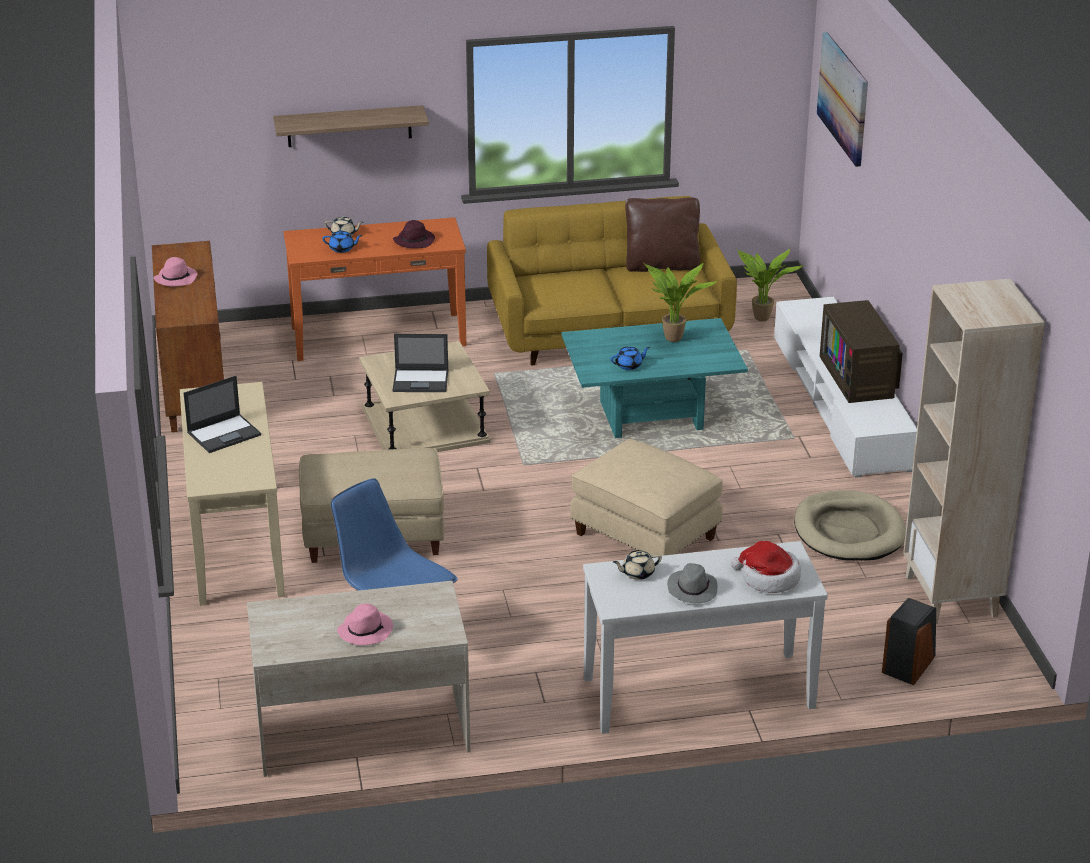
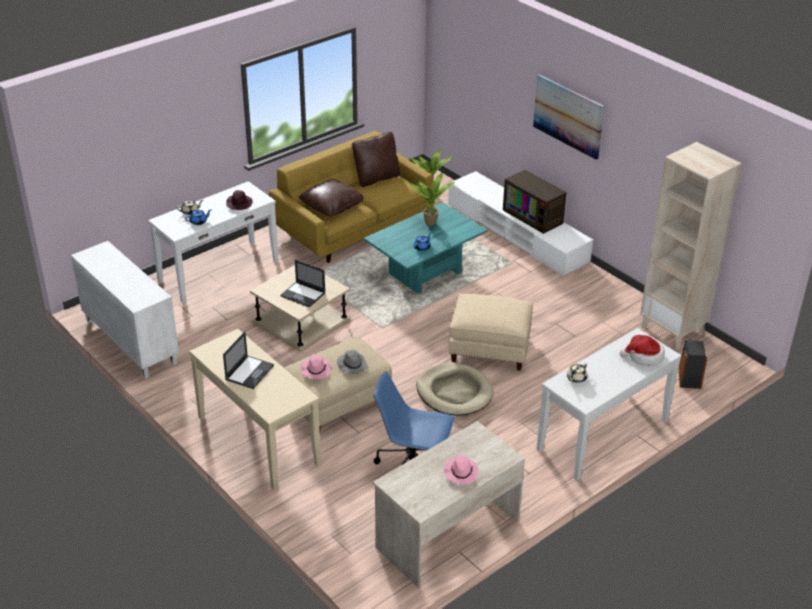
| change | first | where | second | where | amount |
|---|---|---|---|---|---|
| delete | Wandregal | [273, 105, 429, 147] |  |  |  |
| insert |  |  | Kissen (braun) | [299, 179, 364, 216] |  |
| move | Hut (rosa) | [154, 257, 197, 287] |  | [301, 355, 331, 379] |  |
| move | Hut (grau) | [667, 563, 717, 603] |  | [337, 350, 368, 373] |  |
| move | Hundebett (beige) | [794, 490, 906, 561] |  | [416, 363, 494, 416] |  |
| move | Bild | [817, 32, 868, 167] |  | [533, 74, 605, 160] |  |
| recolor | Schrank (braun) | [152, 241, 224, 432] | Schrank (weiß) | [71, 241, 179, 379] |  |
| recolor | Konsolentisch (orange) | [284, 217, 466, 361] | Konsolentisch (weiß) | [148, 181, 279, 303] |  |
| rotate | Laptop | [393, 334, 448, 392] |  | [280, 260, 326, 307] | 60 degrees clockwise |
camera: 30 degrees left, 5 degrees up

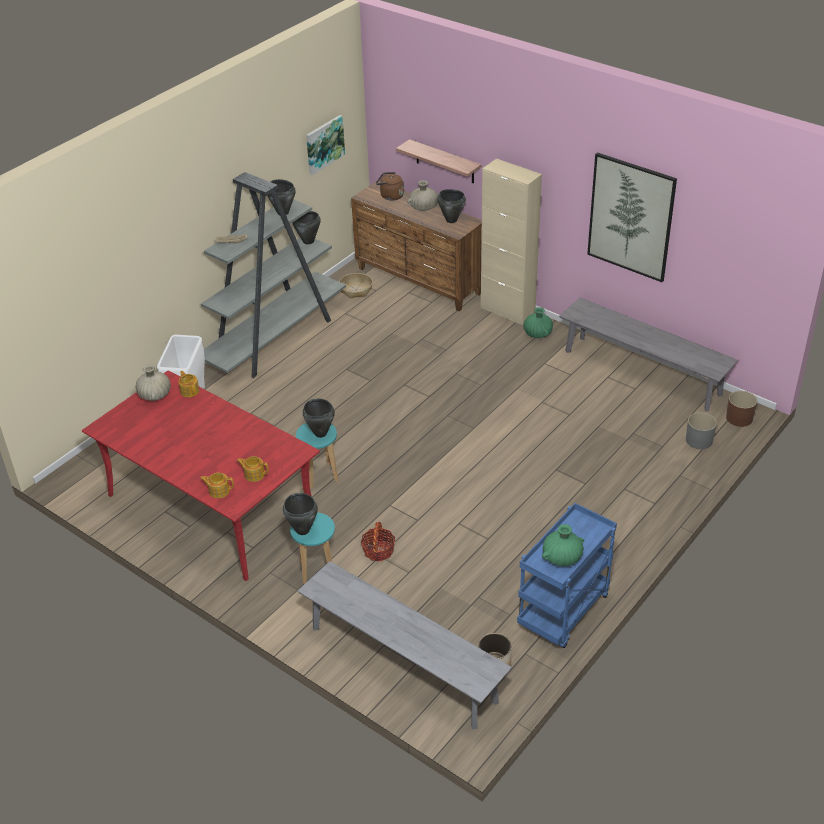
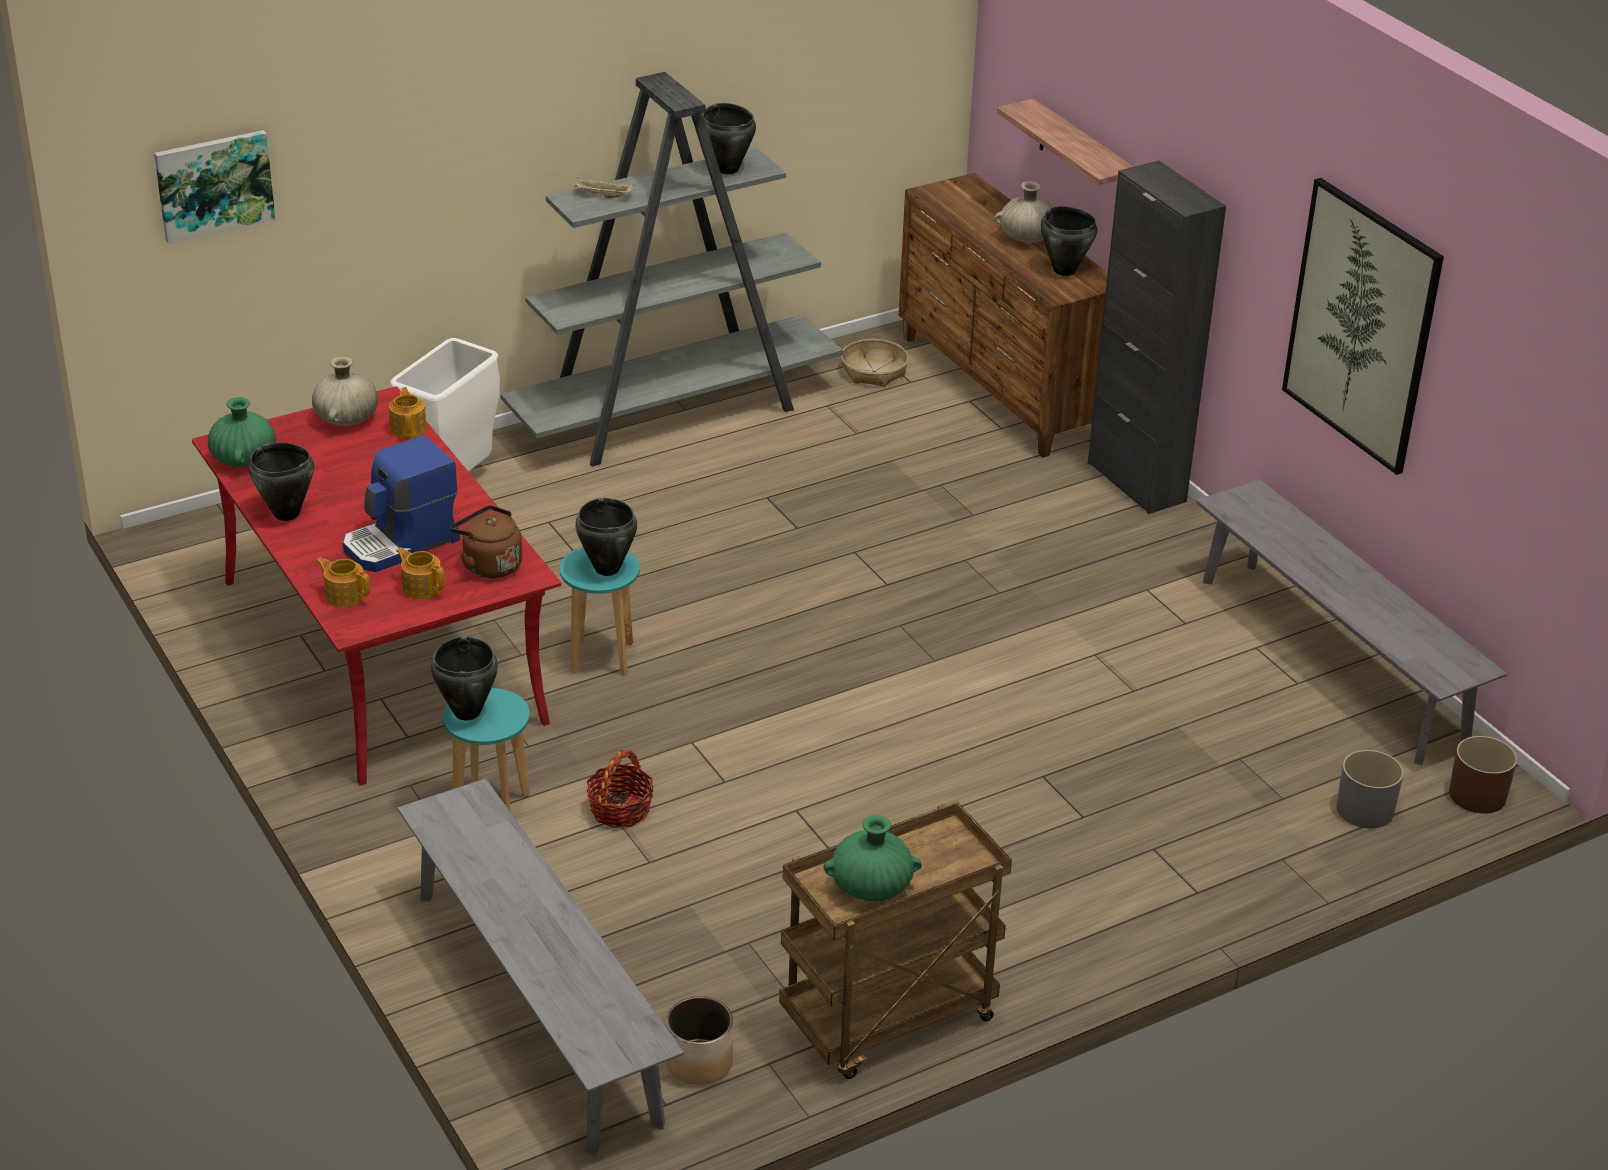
| change | first | where | second | where | amount |
|---|---|---|---|---|---|
| insert |  |  | Kaffeemaschine | [343, 435, 460, 572] |  |
| move | Kochtopf (schwarz) | [292, 211, 321, 244] |  | [248, 442, 314, 521] |  |
| move | Bild | [306, 115, 345, 175] |  | [154, 130, 276, 244] |  |
| move | Wasserkessel (braun) | [376, 172, 404, 201] |  | [450, 505, 522, 579] |  |
| move | Vase (grün) | [523, 307, 553, 338] |  | [208, 397, 276, 467] |  |
| recolor | Schrank (beige) | [481, 158, 542, 326] | Schrank (schwarz) | [1088, 161, 1226, 514] |  |
| recolor | Rollwagen (blau) | [517, 503, 617, 648] | Rollwagen (braun) | [779, 802, 1012, 1079] |  |
camera: 20 degrees right, 5 degrees down

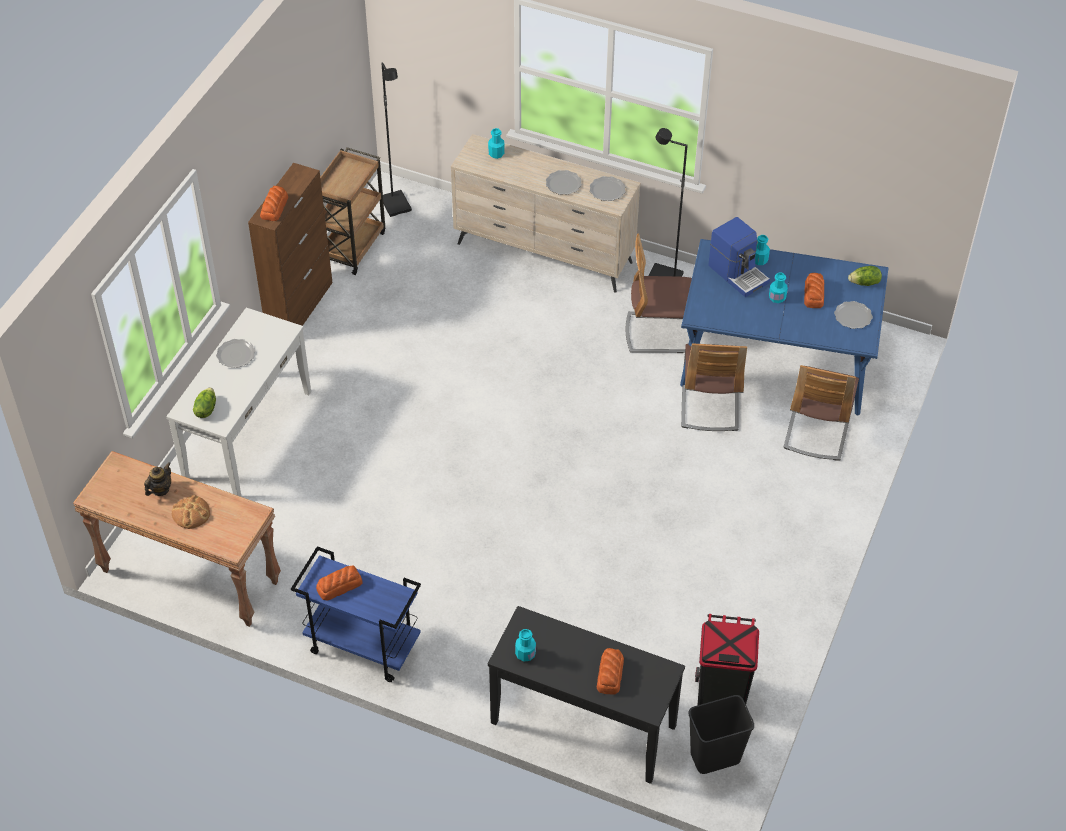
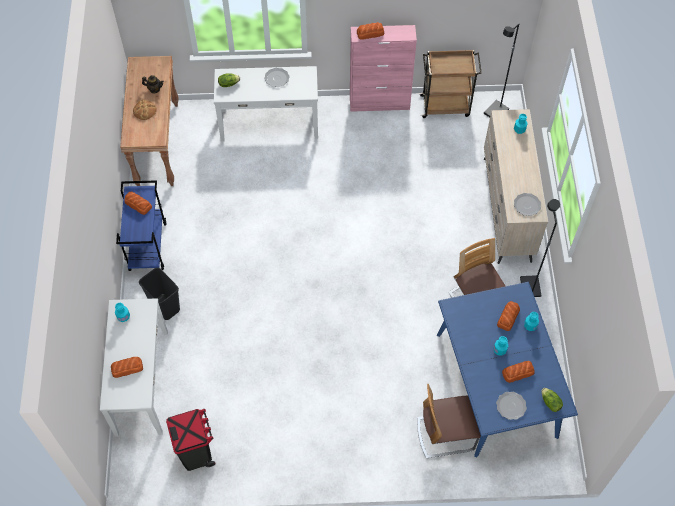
| change | first | where | second | where | amount |
|---|---|---|---|---|---|
| delete | Teller | [546, 170, 582, 195] |  |  |  |
| delete | Stuhl | [681, 343, 747, 431] |  |  |  |
| move | Mülleimer (schwarz) | [688, 695, 754, 774] |  | [139, 267, 180, 320] |  |
| replace | Kaffeemaschine | [708, 217, 770, 297] | Brot | [497, 301, 520, 331] |  |
| recolor | Schrank (braun) | [248, 163, 333, 326] | Schrank (rosa) | [350, 25, 417, 112] |  |
| recolor | Konsolentisch (schwarz) | [488, 606, 685, 784] | Konsolentisch (weiß) | [100, 298, 168, 436] |  |
camera: 65 degrees right, 10 degrees up

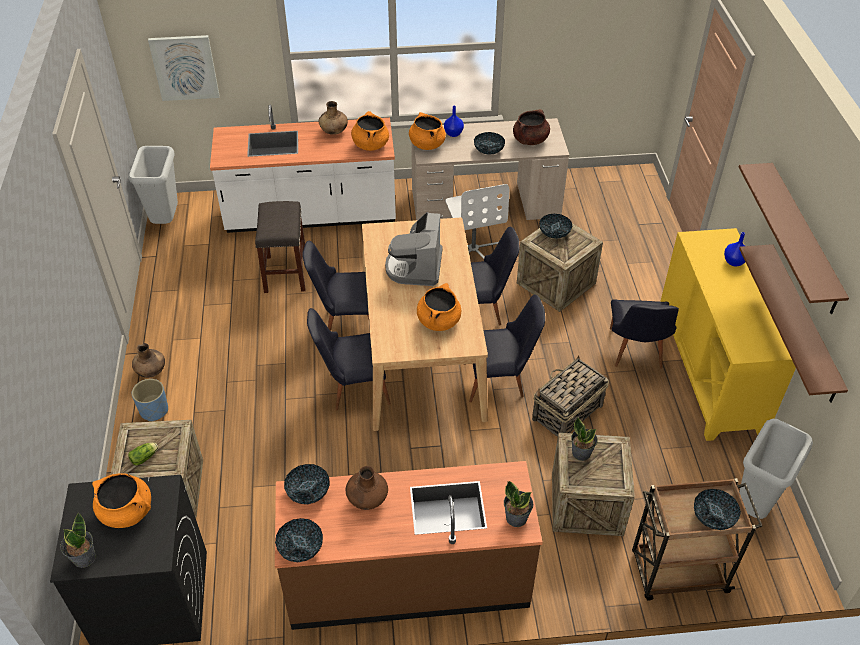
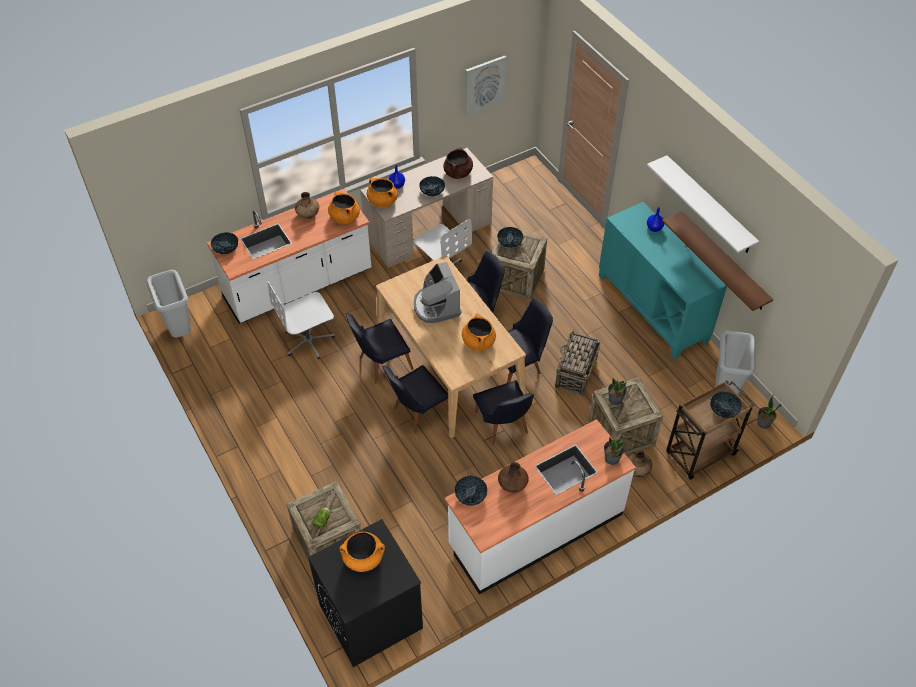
| change | first | where | second | where | amount |
|---|---|---|---|---|---|
| delete | Pflanzkübel (blau) | [132, 379, 168, 422] |  |  |  |
| move | Topfpflanze | [60, 512, 96, 568] |  | [757, 395, 782, 429] |  |
| move | Vase (braun) | [132, 343, 165, 378] |  | [628, 450, 652, 477] |  |
| move | Bild | [148, 35, 220, 101] |  | [465, 55, 507, 115] |  |
| move | Schüssel | [275, 518, 323, 562] |  | [211, 232, 238, 254] |  |
| move | Stuhl (schwarz) | [610, 299, 679, 369] |  | [473, 380, 534, 445] |  |
| replace | Hocker (grau) | [255, 201, 305, 293] | Bürostuhl (weiß) | [267, 280, 335, 359] |  |
| recolor | Küchenzeile (braun) | [275, 461, 542, 630] | Küchenzeile (weiß) | [445, 419, 636, 595] |  |
| recolor | Schrank (gelb) | [661, 228, 796, 441] | Schrank (türkis) | [599, 202, 727, 359] |  |
| recolor | Wandregal (braun) | [739, 163, 849, 314] | Wandregal (weiß) | [647, 155, 759, 253] |  |
camera: 25 degrees left, 5 degrees up

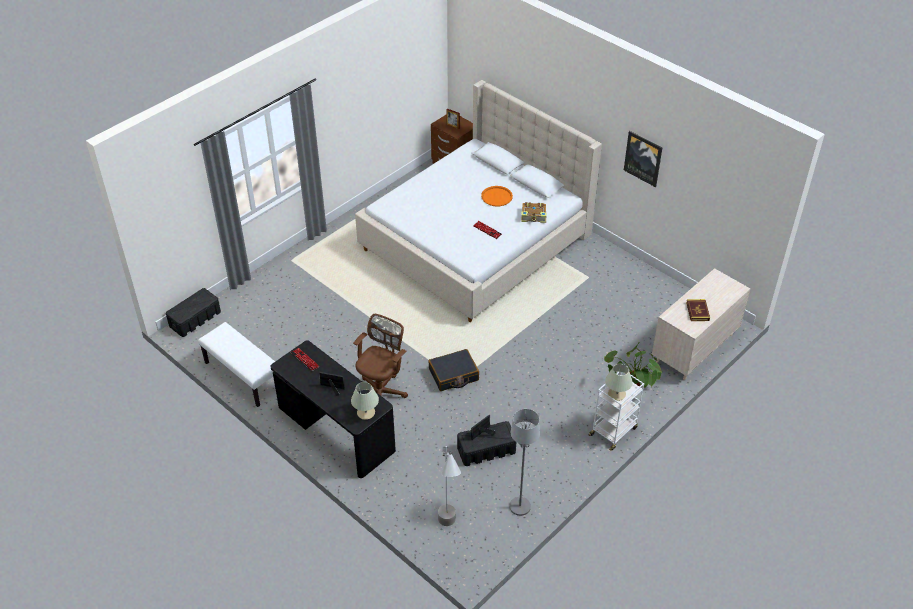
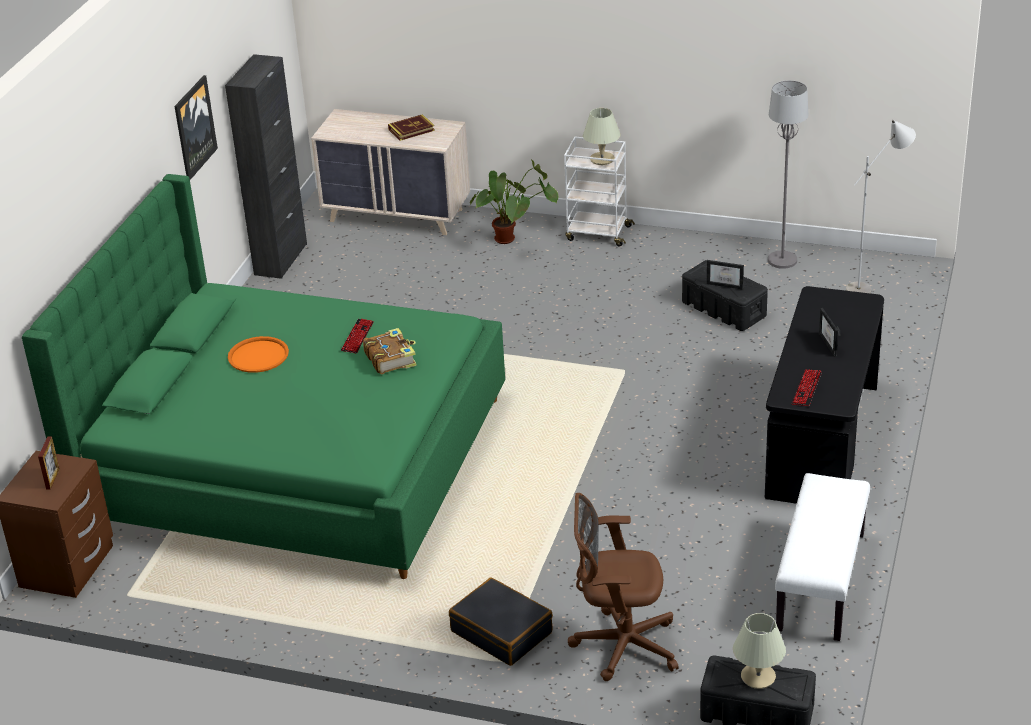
| change | first | where | second | where | amount |
|---|---|---|---|---|---|
| insert |  |  | Schrank (schwarz) | [225, 54, 307, 279] |  |
| move | Tischlampe (beige) | [351, 382, 379, 420] |  | [733, 613, 786, 689] |  |
| move | Bürostuhl (braun) | [353, 314, 408, 398] |  | [568, 493, 679, 681] |  |
| move | Koffer (schwarz) | [428, 349, 479, 391] |  | [449, 577, 553, 666] |  |
| move | Buch | [521, 202, 547, 223] |  | [363, 328, 417, 374] |  |
| recolor | Bett (beige) | [355, 80, 602, 322] | Bett (grün) | [22, 174, 505, 579] |  |
camera: 115 degrees left, 10 degrees down

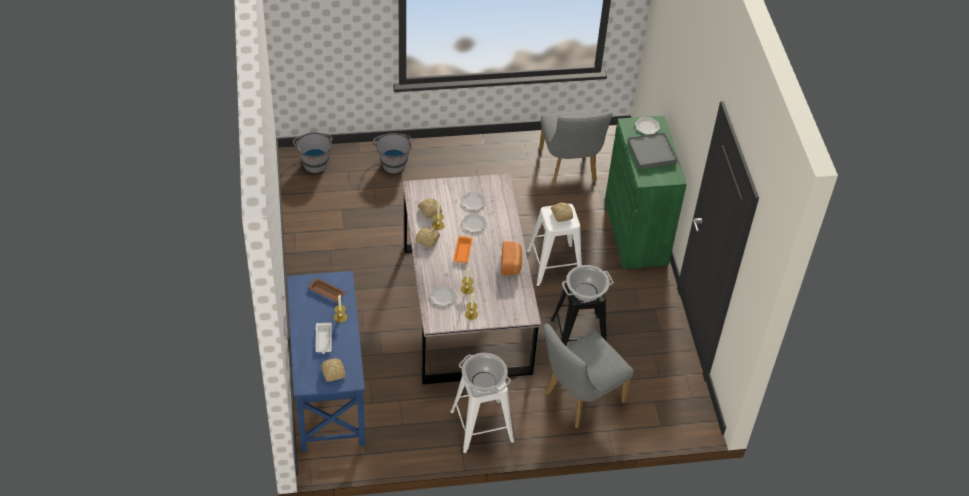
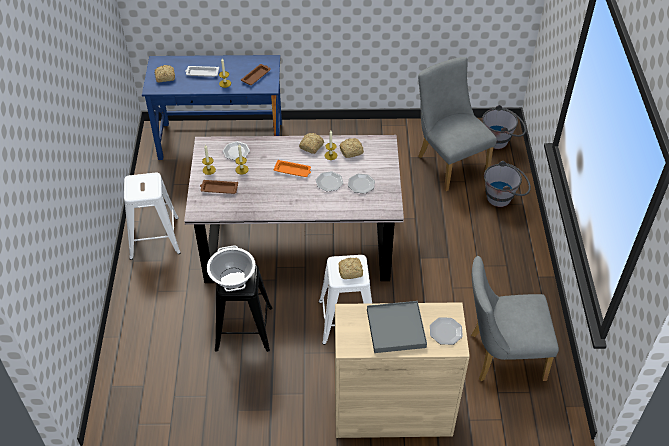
| change | first | where | second | where | amount |
|---|---|---|---|---|---|
| delete | Kochtopf | [459, 353, 511, 392] |  |  |  |
| delete | Brot | [501, 241, 522, 275] |  |  |  |
| insert |  |  | Tablett (braun) | [200, 180, 238, 194] |  |
| move | Stuhl (grau) | [544, 323, 634, 428] |  | [418, 57, 497, 191] |  |
| recolor | Schrank (grün) | [605, 115, 687, 269] | Schrank (beige) | [335, 302, 470, 438] |  |
camera: 100 degrees right, 0 degrees up

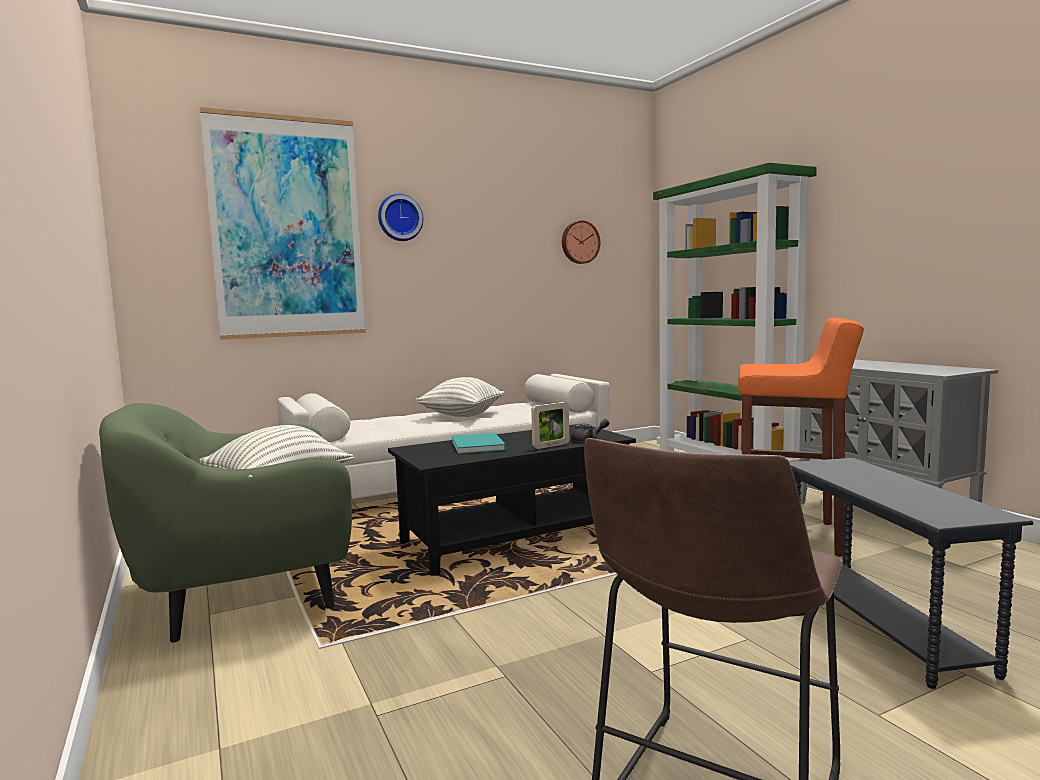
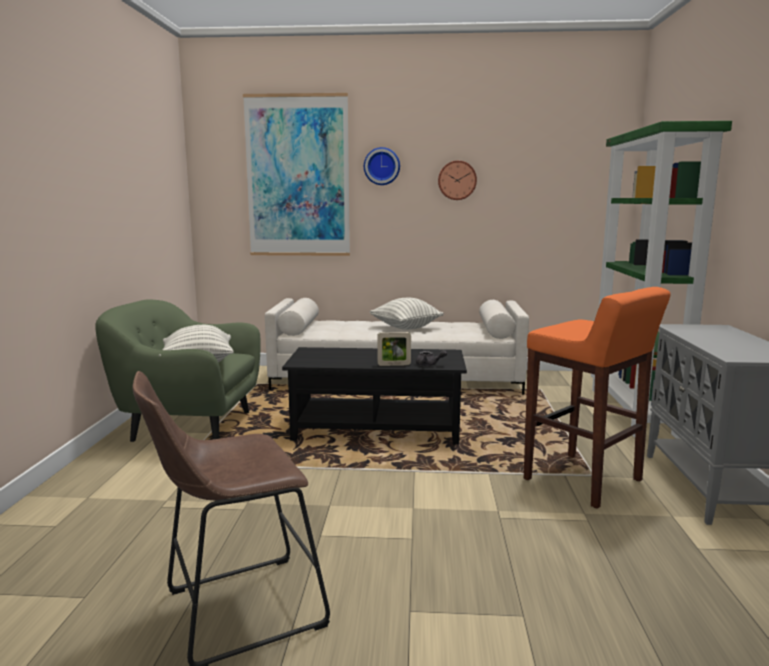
| change | first | where | second | where | amount |
|---|---|---|---|---|---|
| delete | Buch (türkis) | [452, 433, 507, 454] |  |  |  |
| delete | Beistelltisch (grau) | [789, 458, 1033, 689] |  |  |  |
| move | Wanduhr | [562, 220, 600, 264] |  | [438, 161, 477, 200] |  |
camera: 30 degrees right, 5 degrees up

